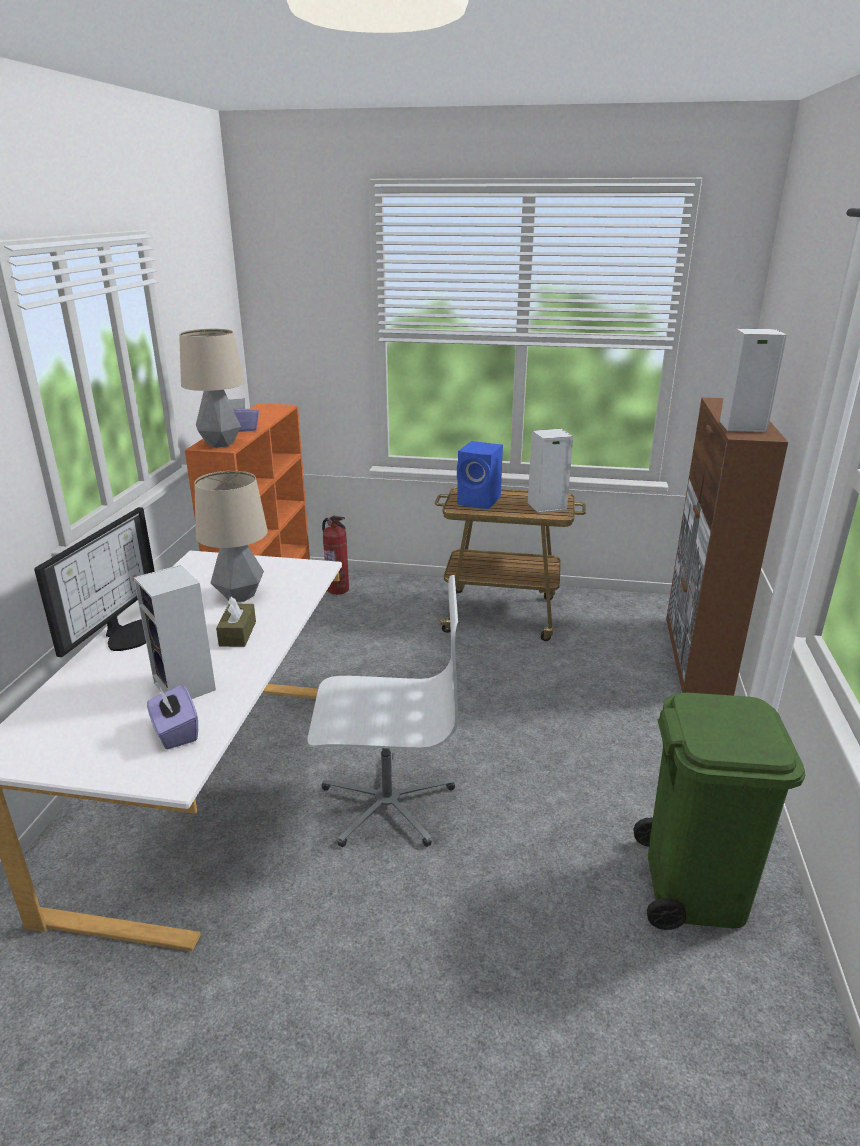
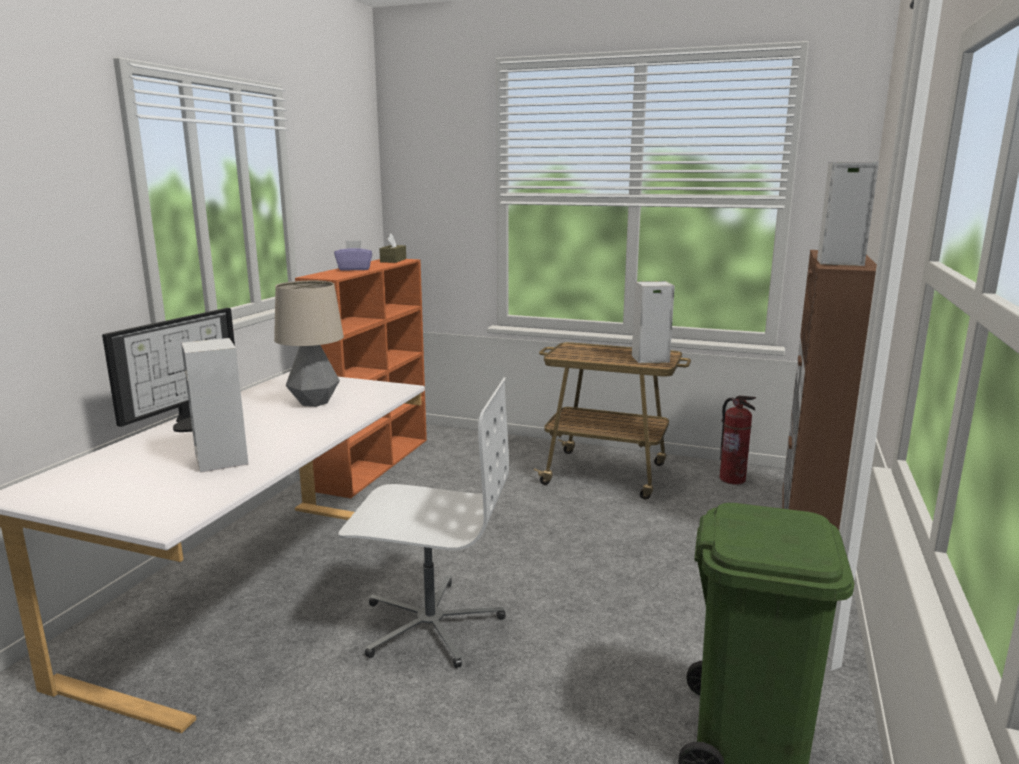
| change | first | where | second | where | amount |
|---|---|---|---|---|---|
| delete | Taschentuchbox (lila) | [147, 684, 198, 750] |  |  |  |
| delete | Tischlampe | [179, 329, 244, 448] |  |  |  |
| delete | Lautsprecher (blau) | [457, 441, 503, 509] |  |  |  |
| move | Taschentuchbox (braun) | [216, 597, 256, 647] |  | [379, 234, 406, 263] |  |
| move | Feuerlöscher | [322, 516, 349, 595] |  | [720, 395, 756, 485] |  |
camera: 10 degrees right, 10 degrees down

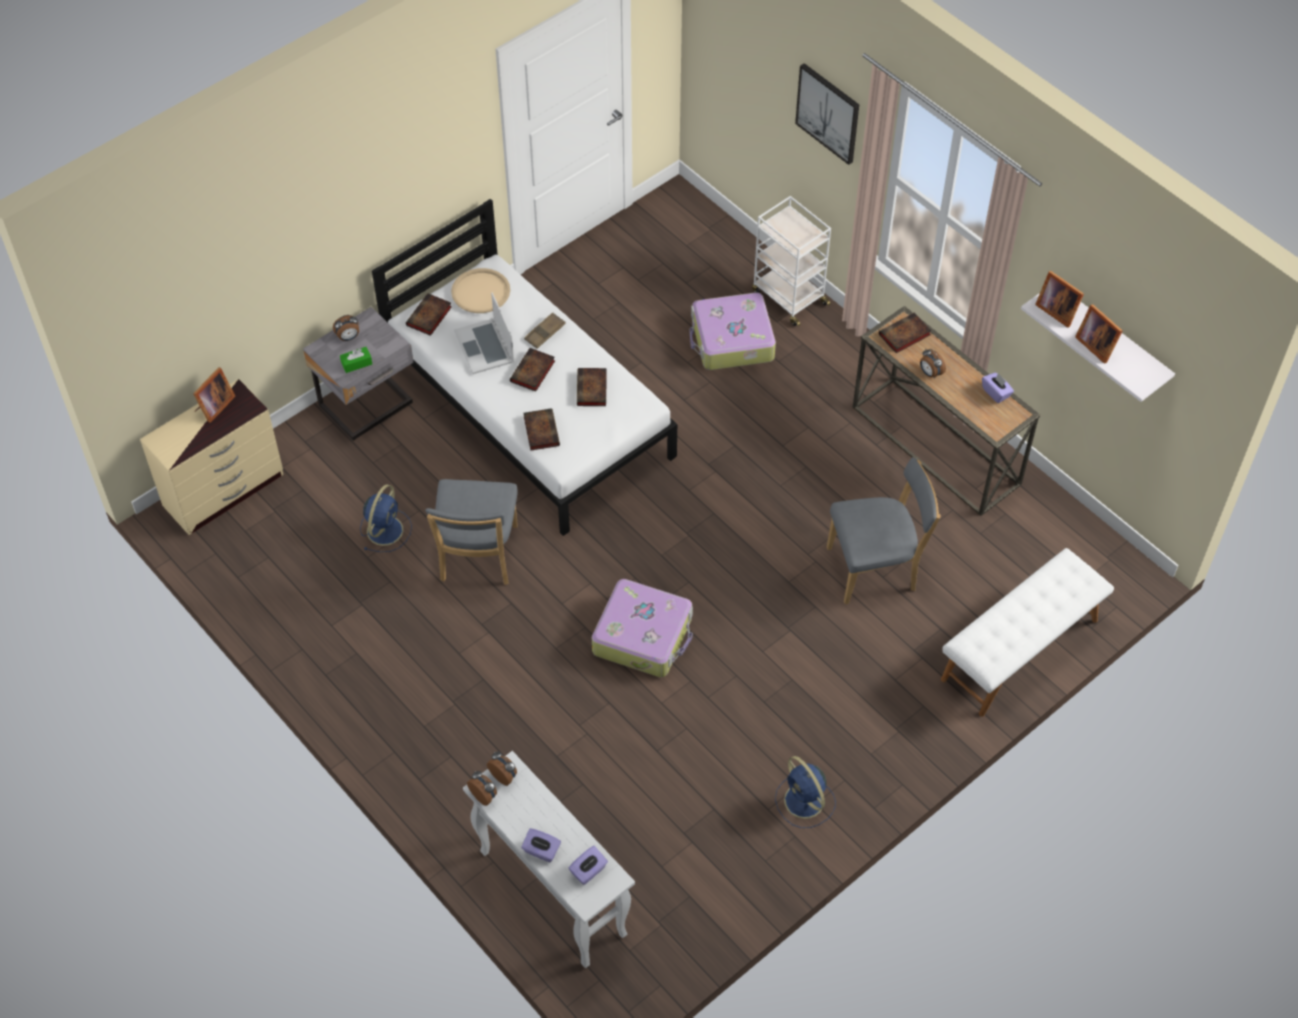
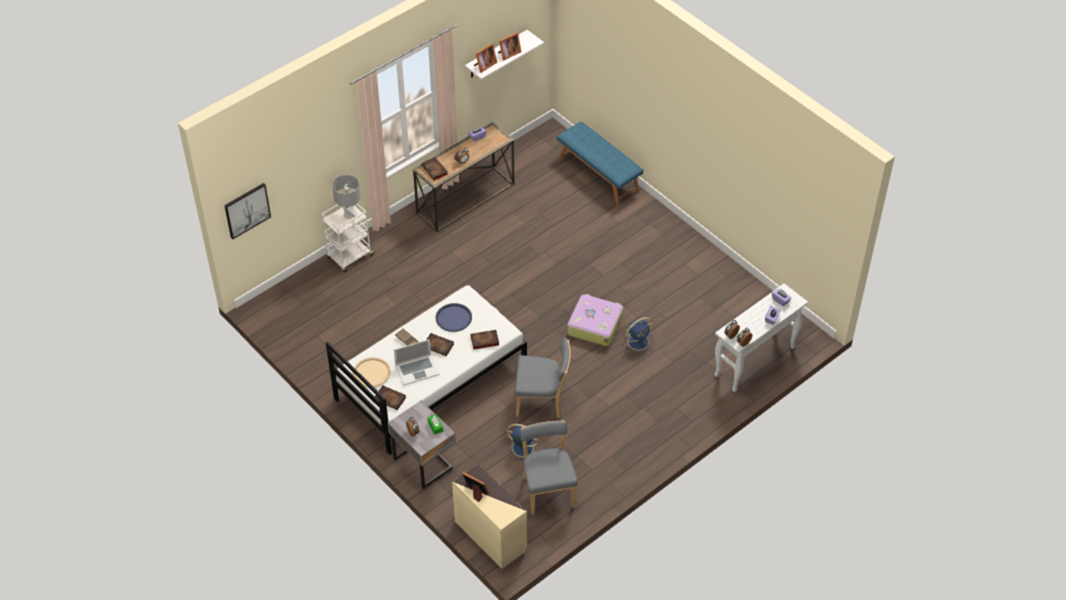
| change | first | where | second | where | amount |
|---|---|---|---|---|---|
| delete | Koffer | [690, 292, 776, 370] |  |  |  |
| insert |  |  | Tischlampe (grau) | [332, 175, 360, 218] |  |
| move | Ventilator (blau) | [775, 756, 836, 828] |  | [622, 317, 654, 354] |  |
| move | Bild | [795, 63, 859, 165] |  | [224, 183, 271, 239] |  |
| move | Stuhl (grau) | [827, 457, 940, 604] |  | [520, 420, 578, 515] |  |
| replace | Buch | [577, 368, 607, 406] | Tablett (blau) | [436, 303, 472, 332] |  |
| recolor | Bank (weiß) | [941, 548, 1114, 717] | Bank (blau) | [557, 122, 643, 206] |  |
camera: 90 degrees left, 5 degrees down

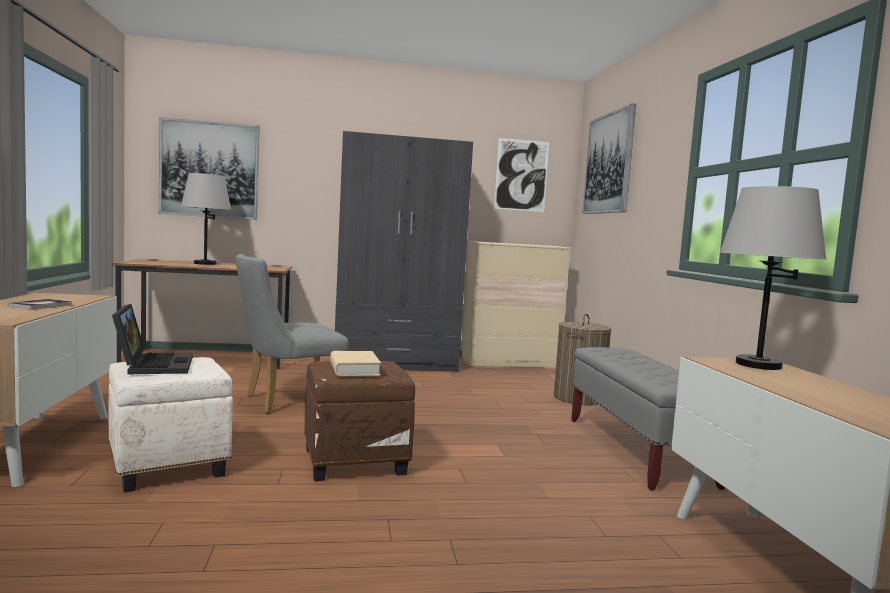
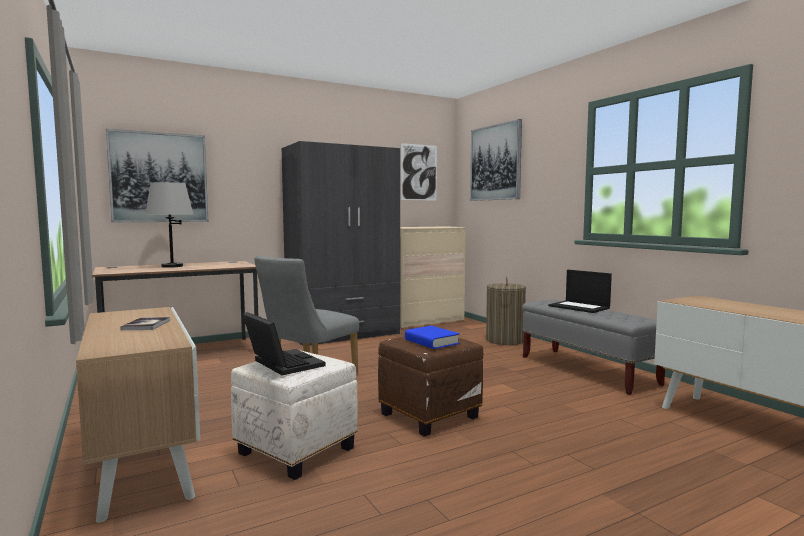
| change | first | where | second | where | amount |
|---|---|---|---|---|---|
| delete | Tischlampe (grau) | [720, 186, 826, 370] |  |  |  |
| insert |  |  | Laptop | [548, 270, 612, 313] |  |
| recolor | Buch (beige) | [330, 351, 381, 376] | Buch (blau) | [405, 326, 460, 349] |  |
camera: 20 degrees left, 0 degrees up

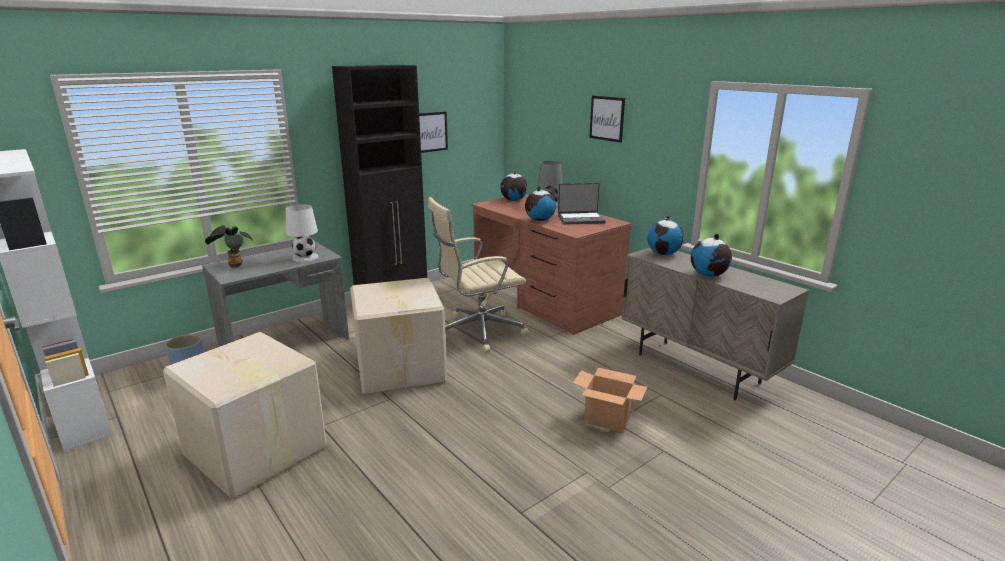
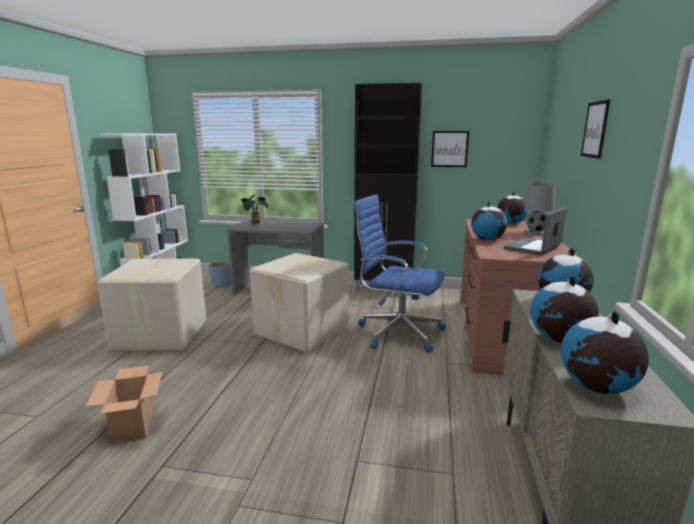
| change | first | where | second | where | amount |
|---|---|---|---|---|---|
| delete | Tischlampe (weiß) | [286, 204, 319, 262] |  |  |  |
| insert |  |  | Globus | [561, 310, 649, 394] |  |
| move | Karton | [573, 368, 647, 433] |  | [86, 365, 163, 443] |  |
| recolor | Bürostuhl (beige) | [428, 197, 529, 353] | Bürostuhl (blau) | [353, 194, 446, 353] |  |
| rotate | Laptop | [558, 183, 606, 224] |  | [504, 208, 567, 256] | 90 degrees clockwise |
camera: 50 degrees right, 5 degrees down

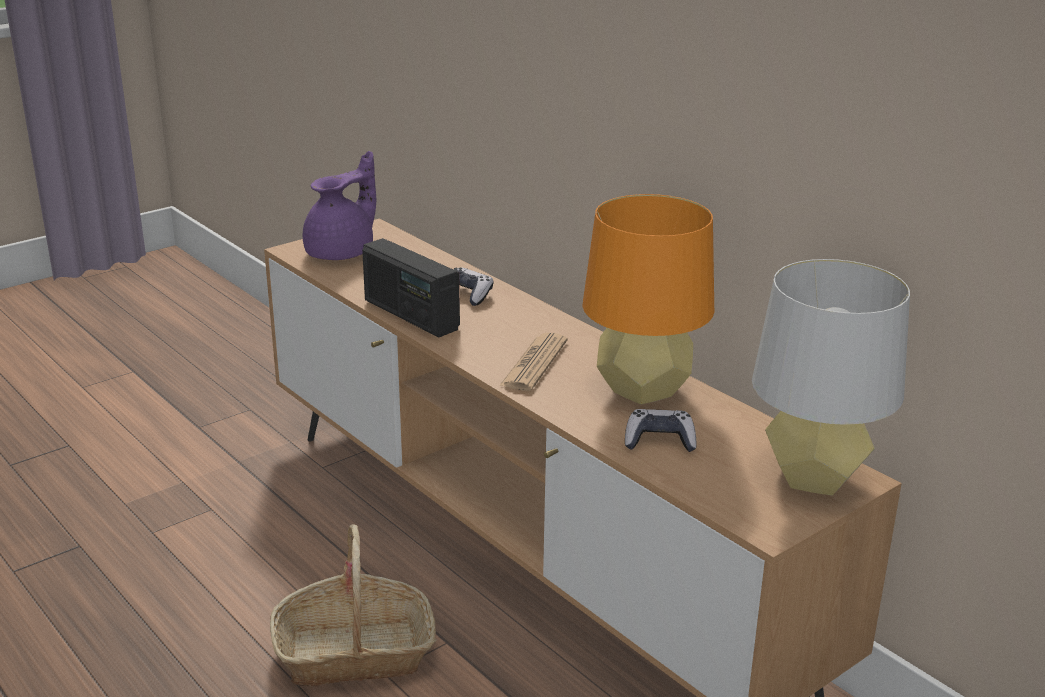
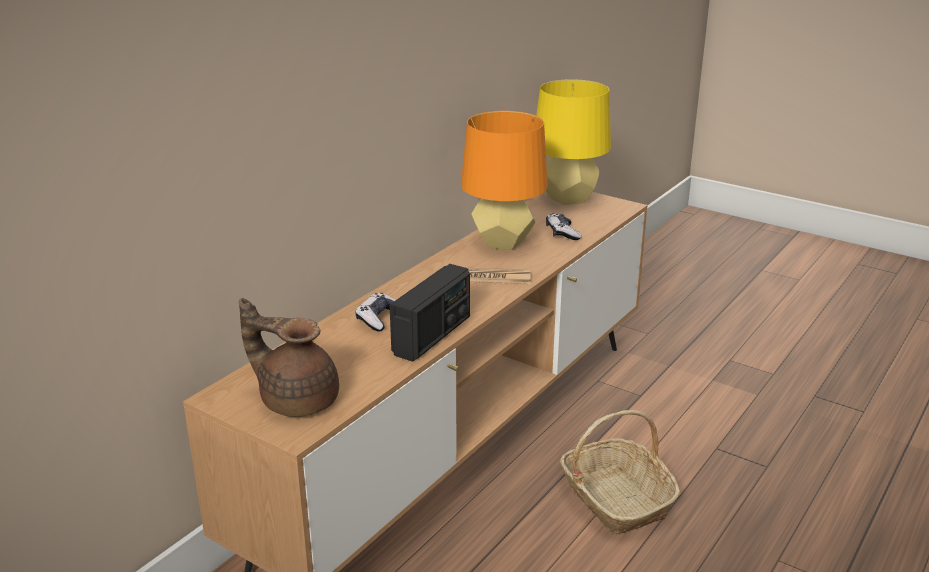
| change | first | where | second | where | amount |
|---|---|---|---|---|---|
| recolor | Teekanne (lila) | [303, 151, 376, 260] | Teekanne (braun) | [239, 298, 339, 417] |  |
| recolor | Tischlampe (grau) | [752, 259, 910, 495] | Tischlampe (gelb) | [536, 79, 611, 205] |  |
camera: 105 degrees left, 0 degrees up

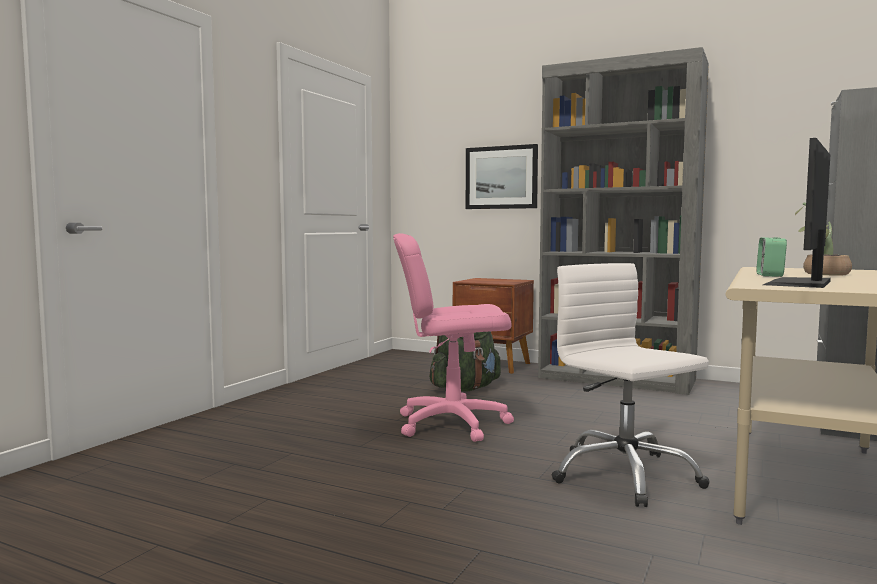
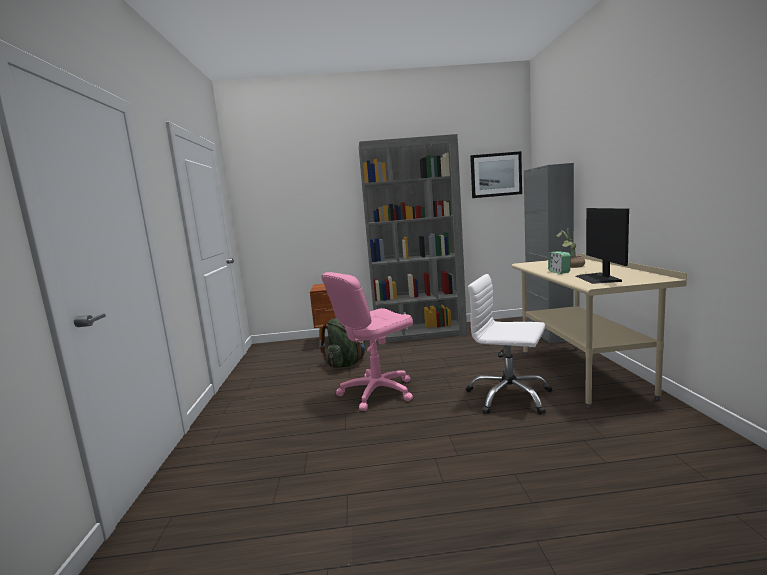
| change | first | where | second | where | amount |
|---|---|---|---|---|---|
| move | Bild | [466, 144, 538, 209] |  | [470, 151, 522, 198] |  |
camera: 30 degrees left, 5 degrees up

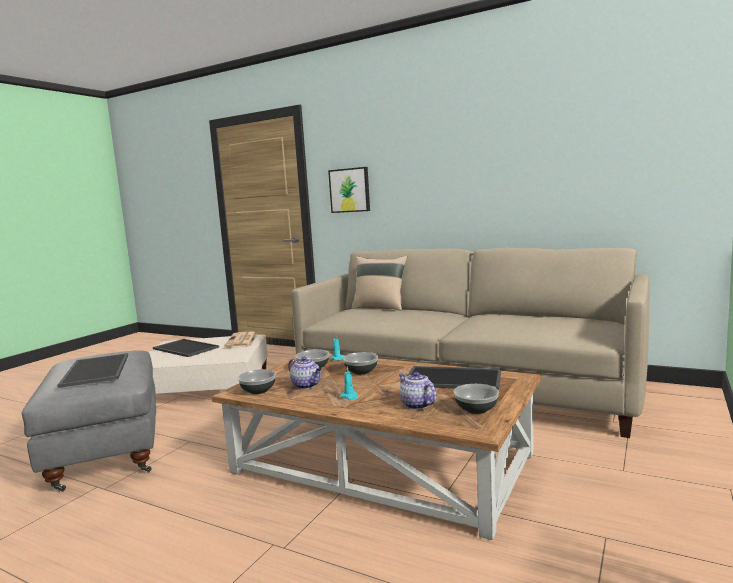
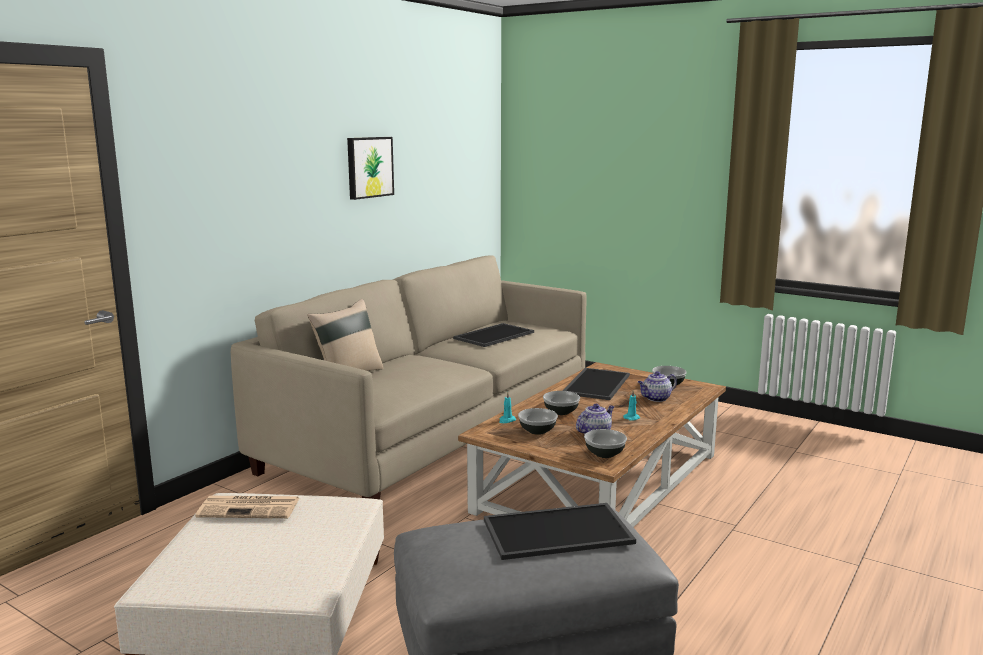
| change | first | where | second | where | amount |
|---|---|---|---|---|---|
| move | Tablett | [153, 339, 219, 357] |  | [453, 323, 534, 347] |  |
| move | Bild | [328, 167, 370, 213] |  | [347, 137, 394, 200] |  |
camera: 85 degrees left, 5 degrees up

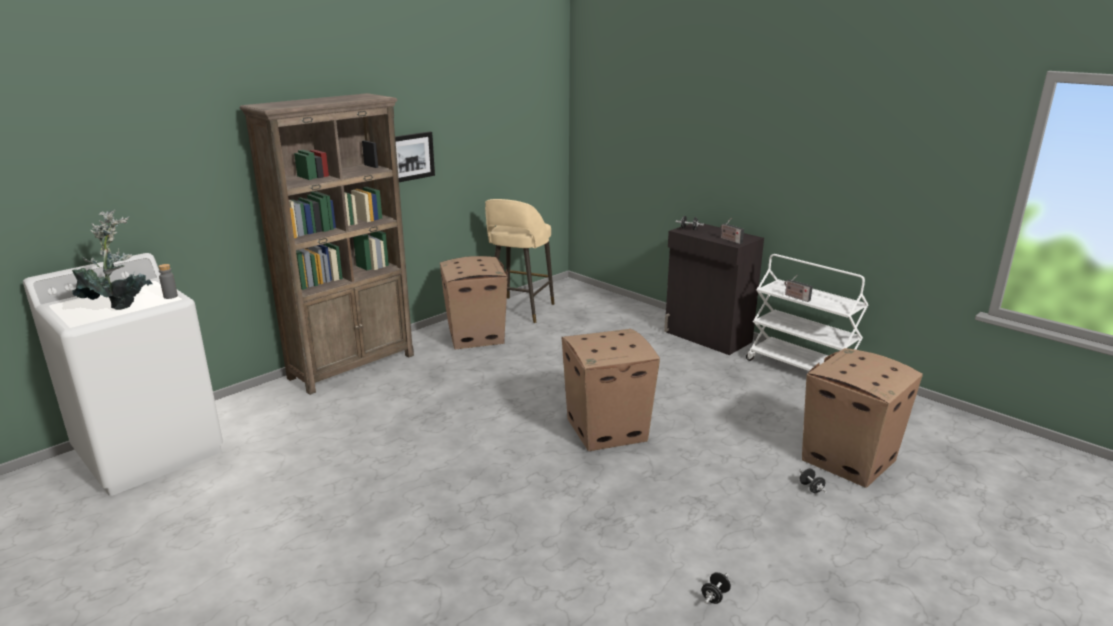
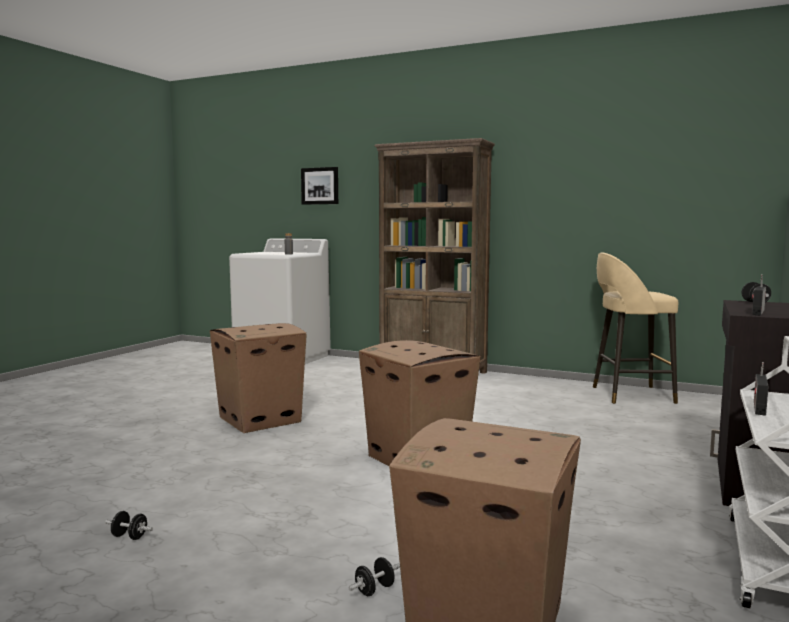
| change | first | where | second | where | amount |
|---|---|---|---|---|---|
| delete | Topfpflanze | [72, 209, 153, 310] |  |  |  |
| move | Bild | [395, 132, 435, 182] |  | [301, 167, 338, 205] |  |
| move | Karton | [440, 256, 508, 349] |  | [210, 323, 306, 433] |  |
camera: 70 degrees right, 15 degrees down

